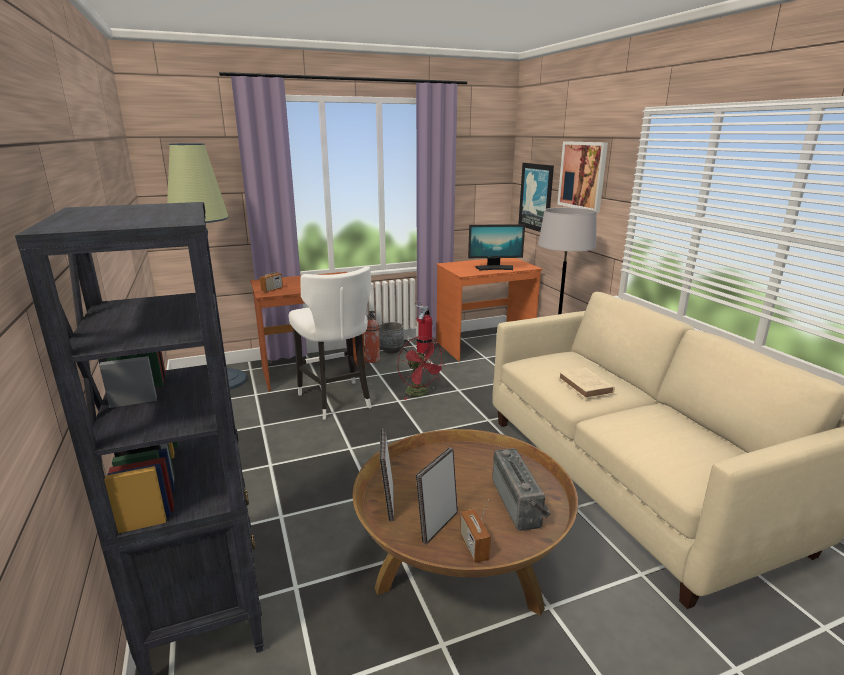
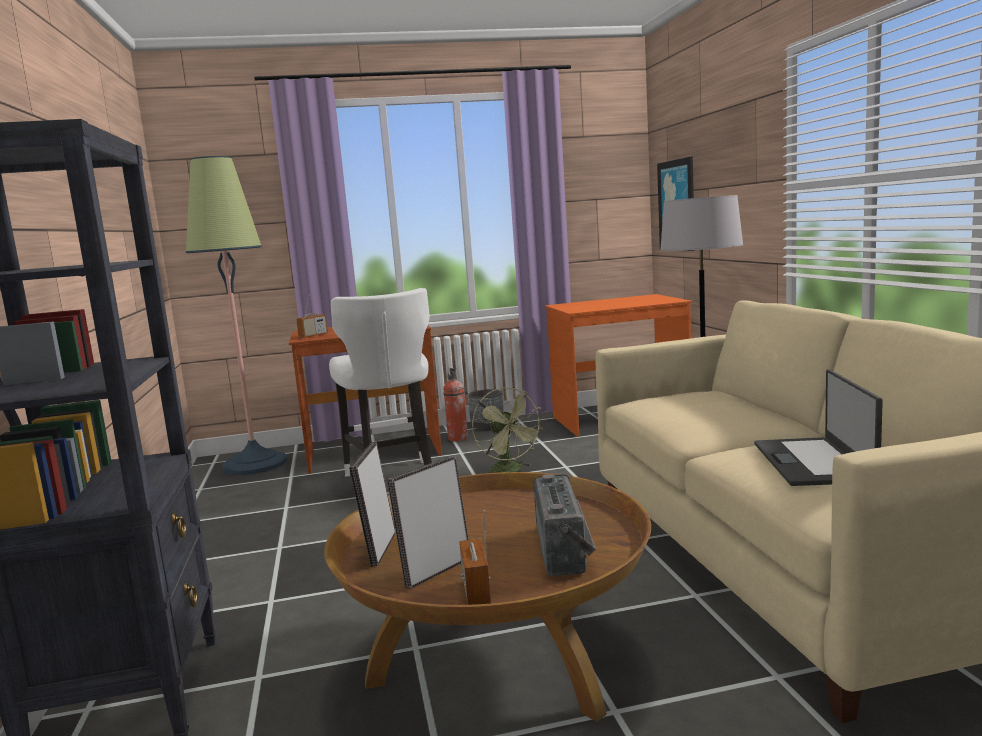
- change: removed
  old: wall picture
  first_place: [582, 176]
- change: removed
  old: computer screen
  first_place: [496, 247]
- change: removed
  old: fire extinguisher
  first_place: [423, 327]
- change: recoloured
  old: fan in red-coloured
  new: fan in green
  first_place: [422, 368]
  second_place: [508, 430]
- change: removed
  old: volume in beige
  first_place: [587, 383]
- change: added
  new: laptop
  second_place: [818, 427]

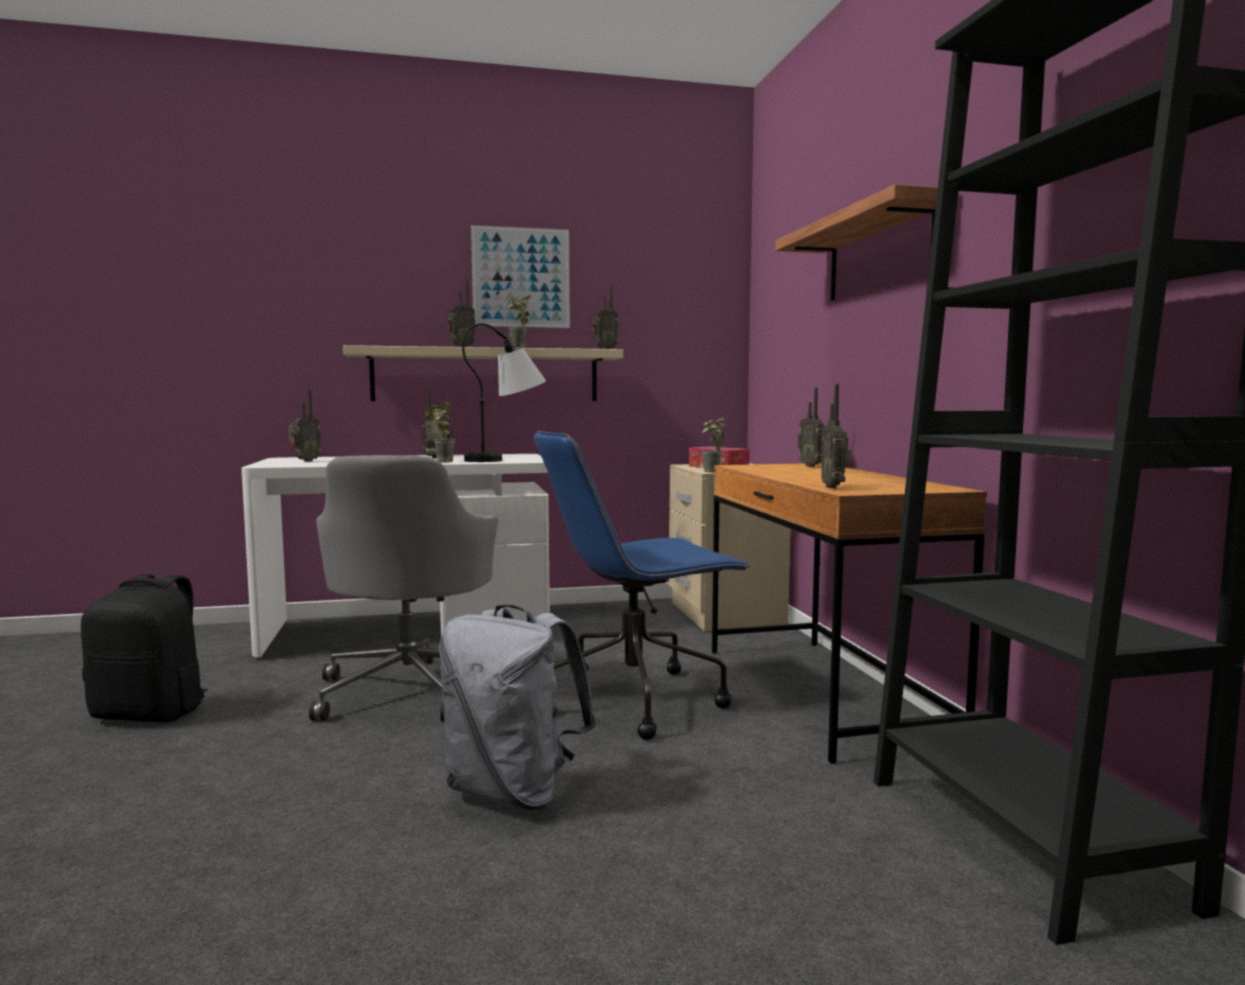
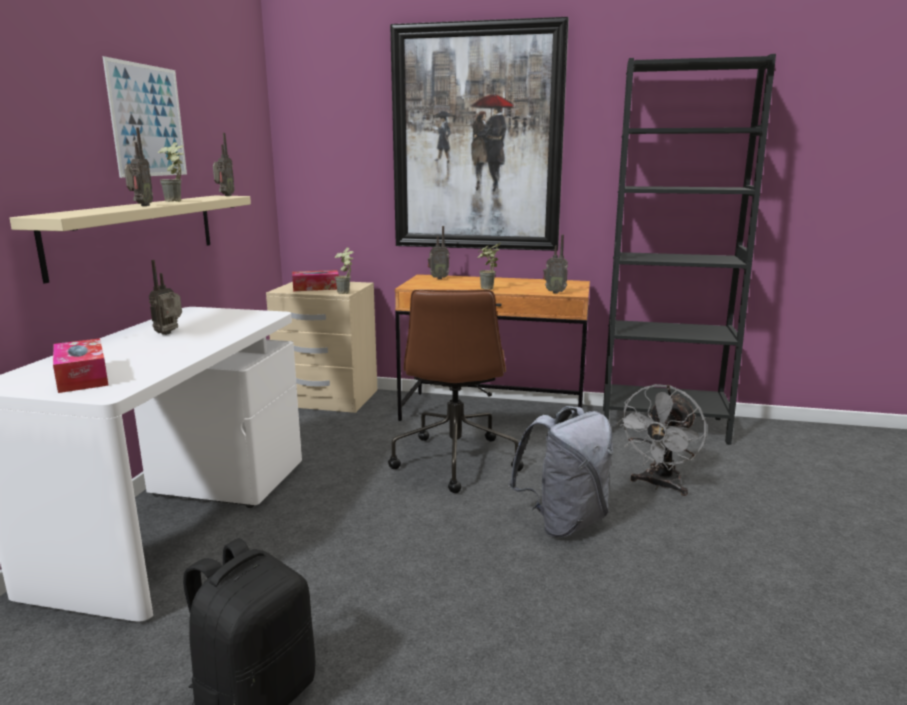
- change: replaced
  old: shelf
  new: wall picture
  first_place: [856, 242]
  second_place: [479, 134]
- change: removed
  old: table lamp
  first_place: [504, 392]
- change: replaced
  old: radio receiver
  new: box of tissues
  first_place: [305, 425]
  second_place: [81, 365]
- change: moved
  old: potted plant
  first_place: [439, 432]
  second_place: [489, 266]
- change: recoloured
  old: computer chair in blue-coloured
  new: computer chair in brown-coloured
  first_place: [642, 585]
  second_place: [456, 391]
- change: removed
  old: computer chair in grey
  first_place: [403, 588]
- change: added
  new: fan in grey
  second_place: [662, 440]

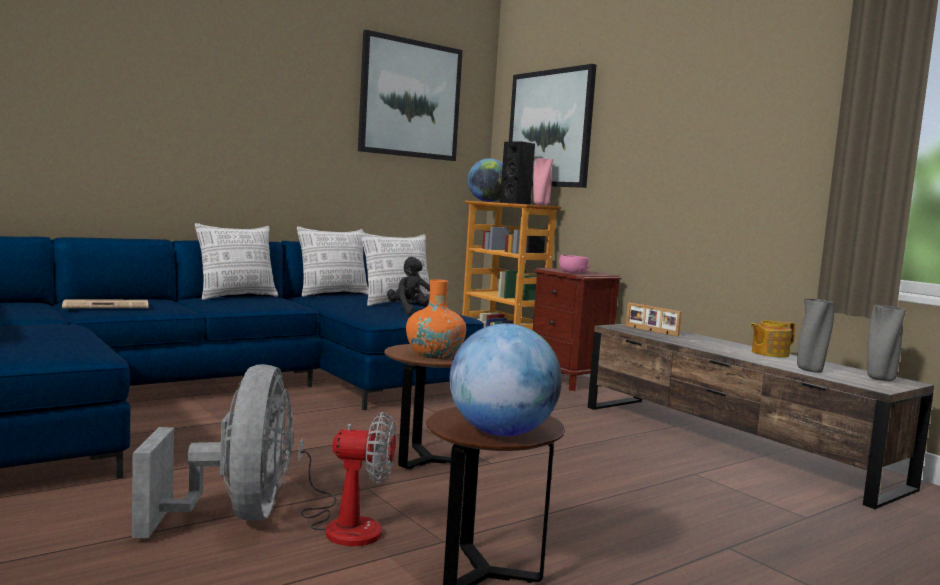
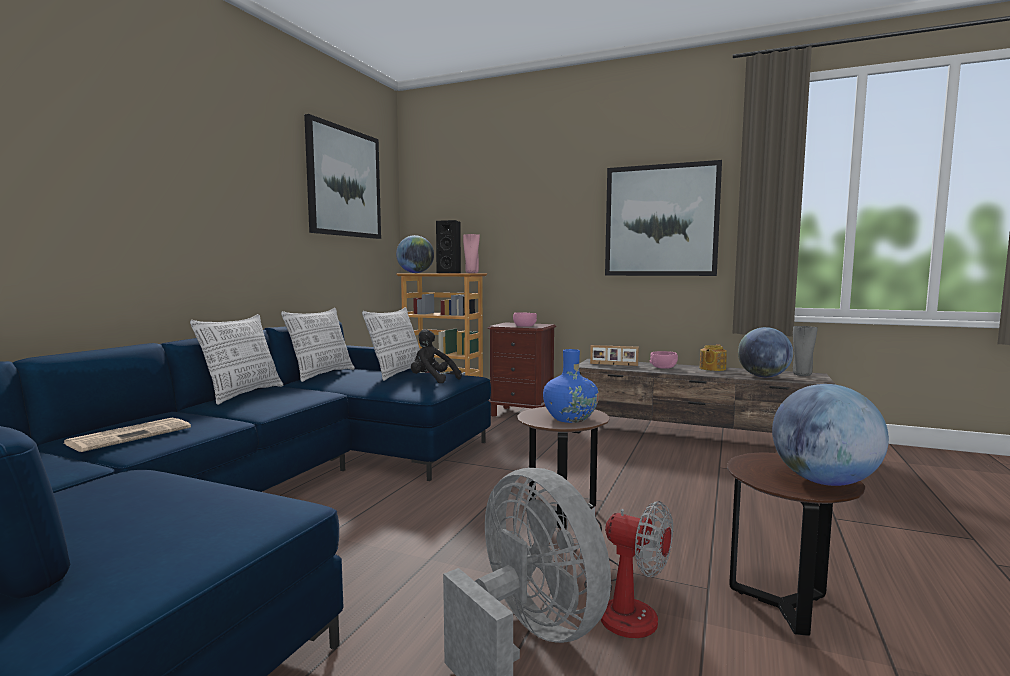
- change: moved
  old: wall picture
  first_place: [552, 126]
  second_place: [663, 218]
- change: recoloured
  old: flower vase in orange-coloured
  new: flower vase in blue-coloured
  first_place: [436, 319]
  second_place: [571, 386]
- change: replaced
  old: flower vase in grey
  new: world globe
  first_place: [815, 336]
  second_place: [765, 352]
- change: turned
  old: fan
  first_place: [347, 479]
  second_place: [628, 569]
  degrees: 60
- change: added
  new: bowl in pink
  second_place: [664, 360]

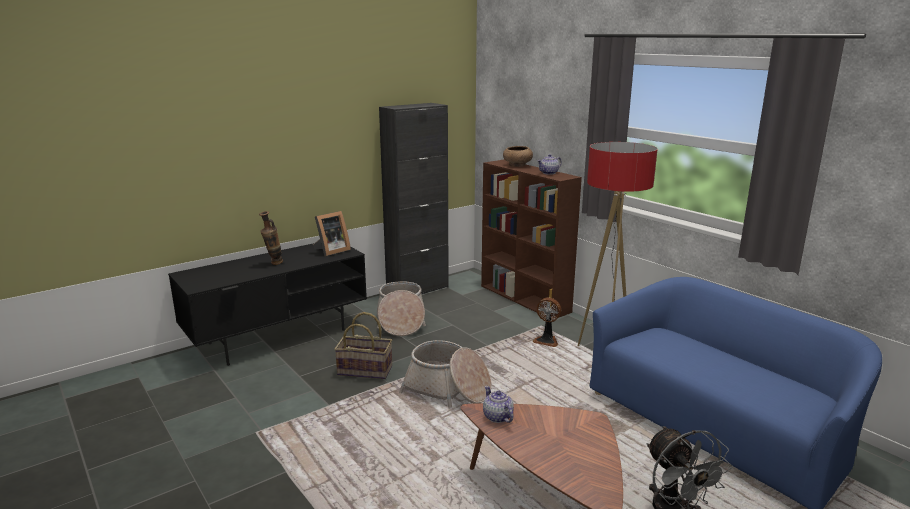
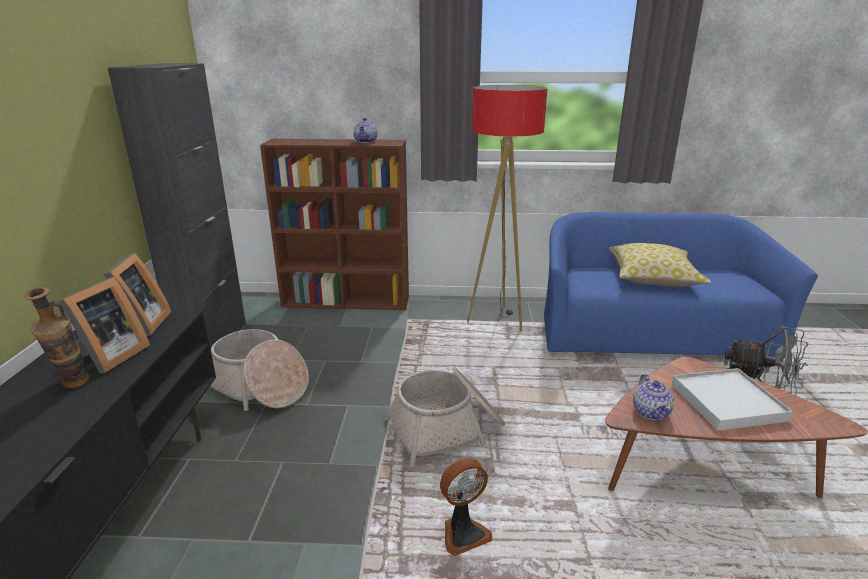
- change: removed
  old: bowl in brown-coloured
  first_place: [518, 156]
- change: moved
  old: fan
  first_place: [547, 322]
  second_place: [466, 507]
- change: removed
  old: basket
  first_place: [363, 345]
- change: turned
  old: tea pot
  first_place: [498, 404]
  second_place: [653, 397]
  degrees: -105
- change: added
  new: pillow
  second_place: [660, 265]
- change: added
  new: photo frame
  second_place: [104, 325]
- change: added
  new: carrying tray in whitish
  second_place: [732, 399]

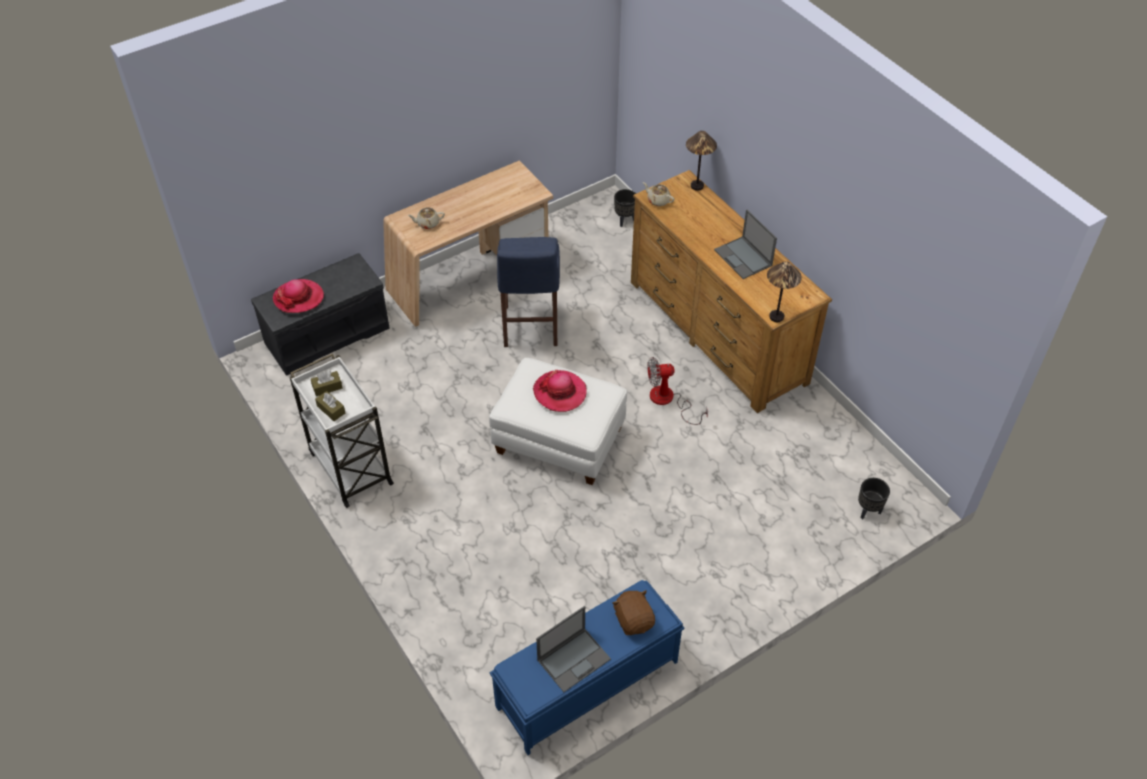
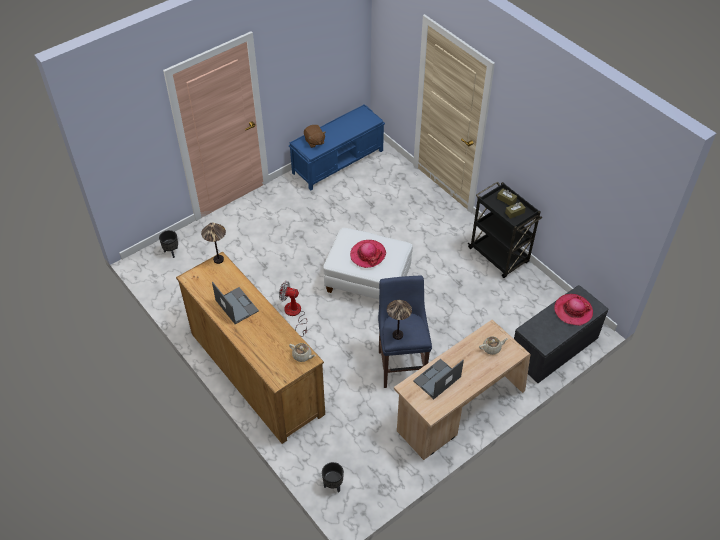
- change: moved
  old: table lamp
  first_place: [701, 161]
  second_place: [399, 320]
- change: recoloured
  old: trolley in whitish
  new: trolley in black-coloured
  first_place: [342, 430]
  second_place: [504, 230]
- change: turned
  old: fan
  first_place: [677, 391]
  second_place: [293, 309]
  degrees: -150
- change: moved
  old: laptop
  first_place: [573, 649]
  second_place: [438, 379]

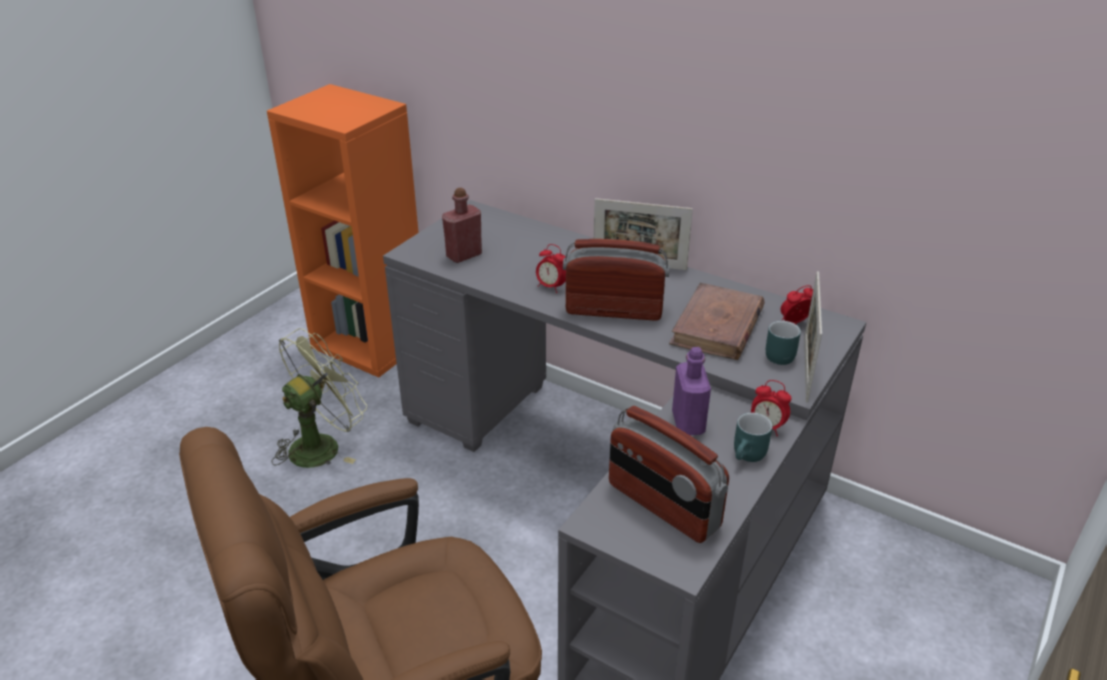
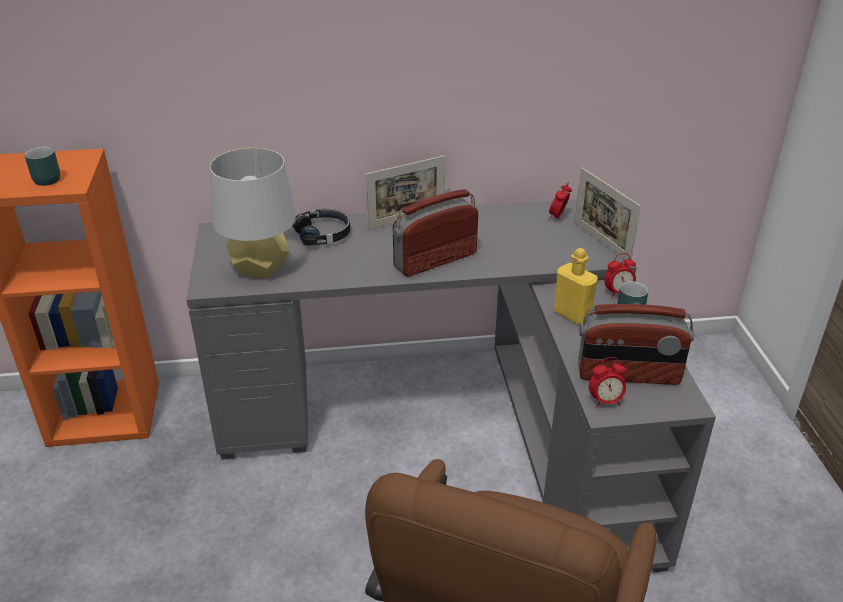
- change: replaced
  old: beverage bottle in red-coloured
  new: table lamp in grey
  first_place: [462, 225]
  second_place: [253, 213]
- change: moved
  old: alarm clock
  first_place: [551, 268]
  second_place: [607, 382]
- change: removed
  old: volume in brown-coloured
  first_place: [717, 321]
- change: moved
  old: coffee mug in blue-green
  first_place: [783, 343]
  second_place: [42, 166]
- change: removed
  old: fan in green
  first_place: [319, 398]
- change: recoloured
  old: beverage bottle in purplish
  new: beverage bottle in yellow-coloured
  first_place: [691, 391]
  second_place: [576, 286]
- change: added
  new: headphones in black-coloured
  second_place: [321, 227]

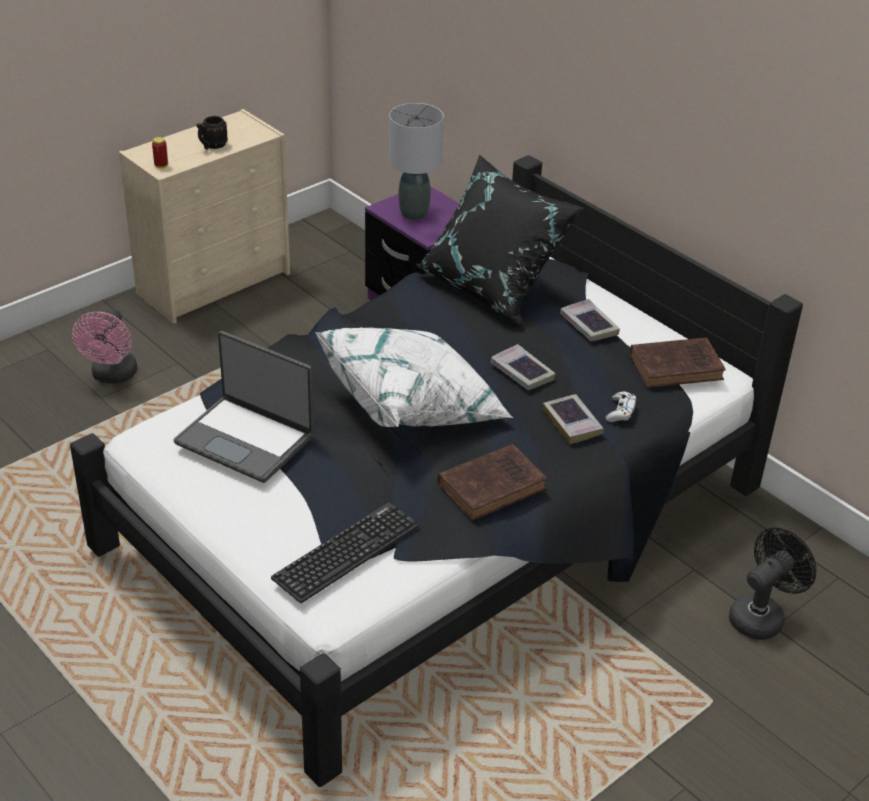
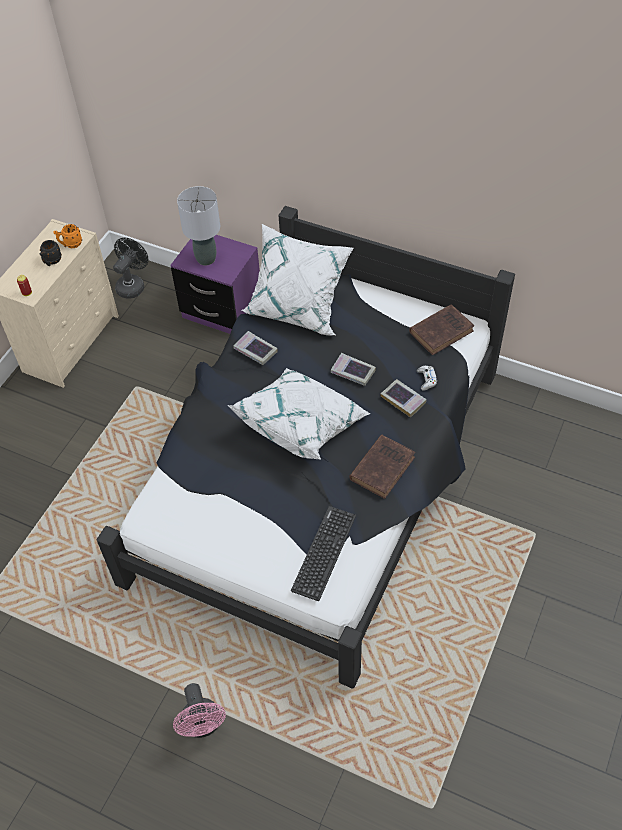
- change: recoloured
  old: pillow in black-coloured
  new: pillow in whitish
  first_place: [500, 239]
  second_place: [297, 279]
- change: moved
  old: volume
  first_place: [590, 320]
  second_place: [255, 348]
- change: moved
  old: fan in pink
  first_place: [104, 346]
  second_place: [199, 710]
- change: removed
  old: laptop
  first_place: [244, 407]
- change: moved
  old: fan in black-coloured
  first_place: [772, 583]
  second_place: [130, 268]
- change: added
  new: coffee mug in orange-coloured
  second_place: [68, 236]

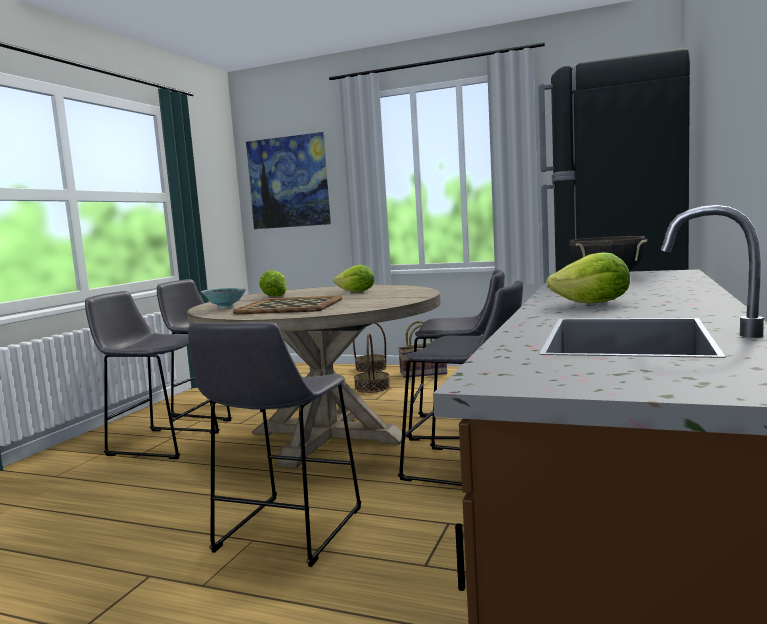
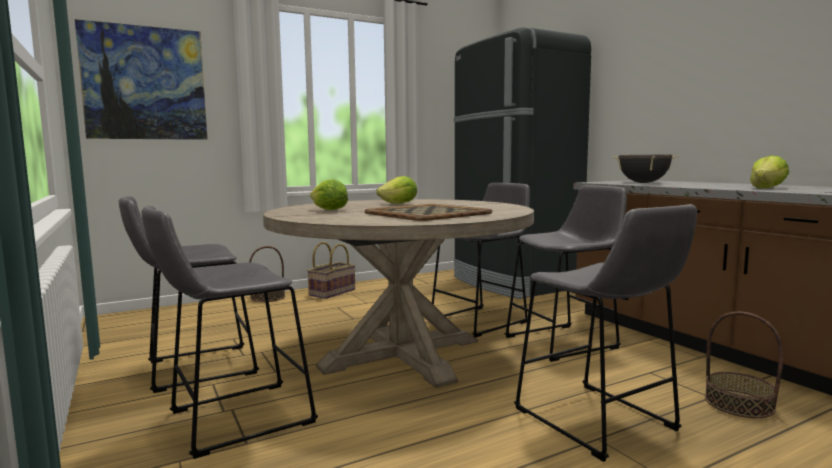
- change: removed
  old: bowl
  first_place: [223, 298]
- change: moved
  old: basket
  first_place: [372, 363]
  second_place: [744, 365]

